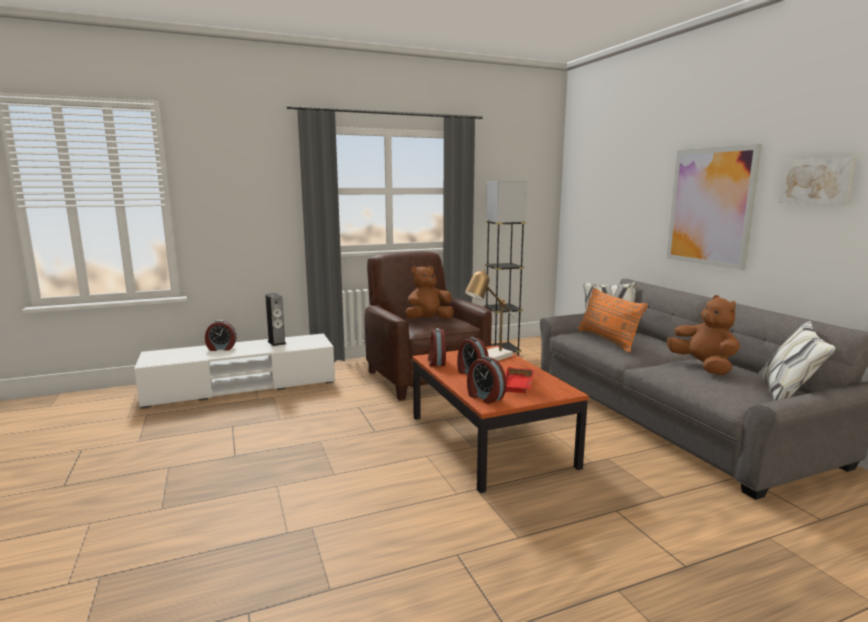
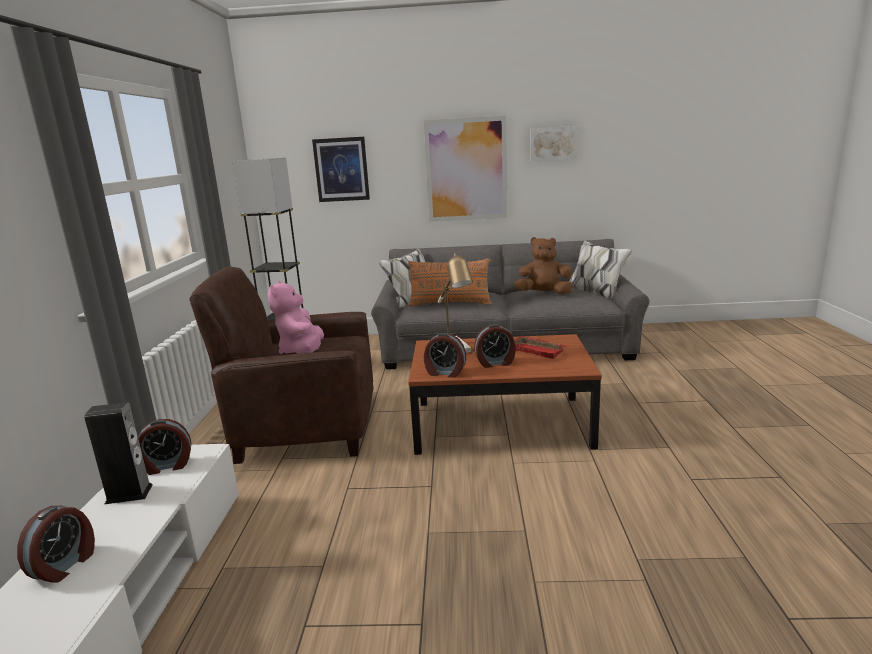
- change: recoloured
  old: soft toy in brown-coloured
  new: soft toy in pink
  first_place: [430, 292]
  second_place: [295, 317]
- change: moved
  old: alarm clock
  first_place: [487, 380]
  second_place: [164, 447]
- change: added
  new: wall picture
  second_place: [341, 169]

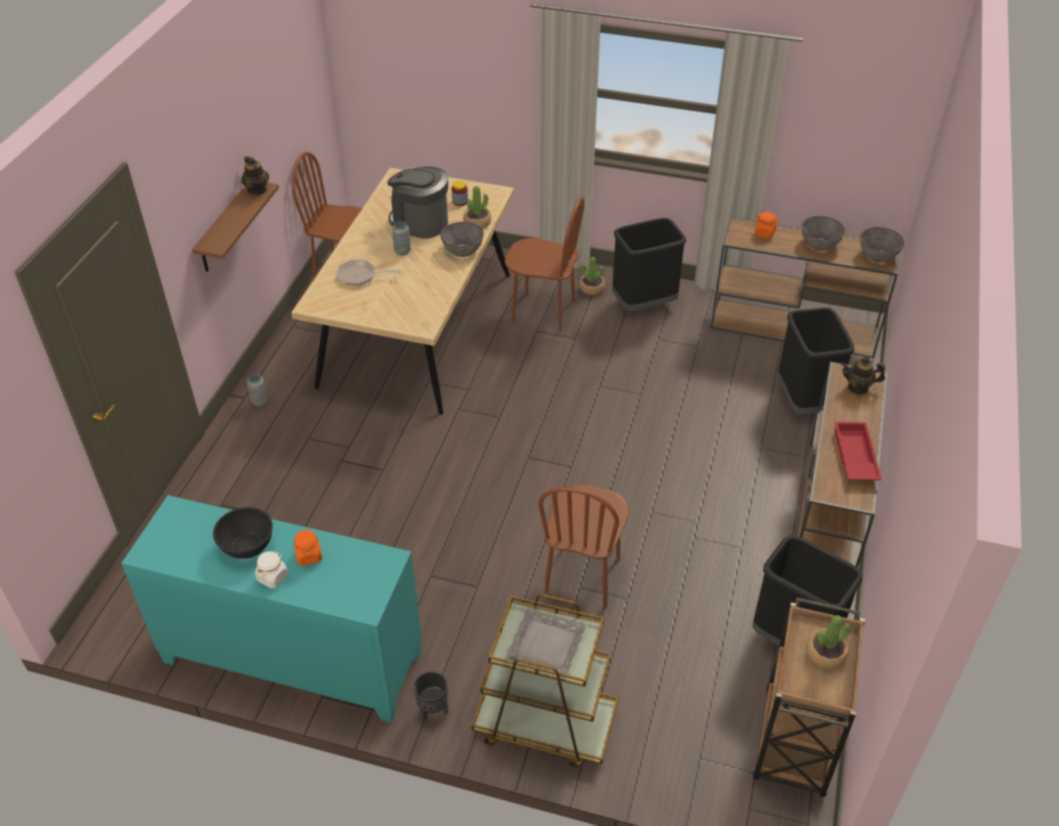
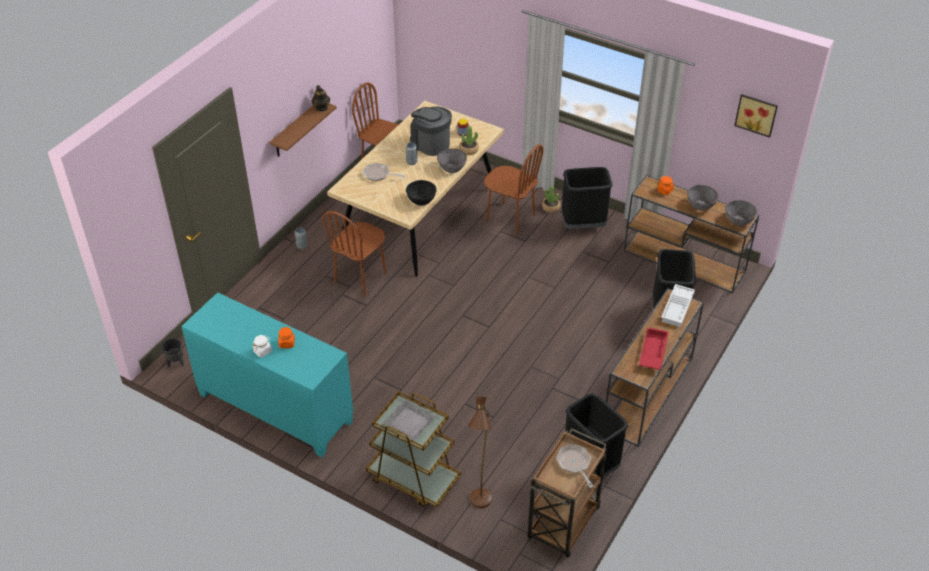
- change: replaced
  old: tea pot
  new: carrying tray in whitish
  first_place: [863, 375]
  second_place: [678, 305]
- change: moved
  old: upright chair in brown-coloured
  first_place: [583, 546]
  second_place: [354, 253]
- change: moved
  old: bowl in black-coloured
  first_place: [243, 533]
  second_place: [421, 193]
- change: replaced
  old: potted plant
  new: skillet
  first_place: [829, 642]
  second_place: [575, 466]
- change: moved
  old: flower pot in black-coloured
  first_place: [431, 696]
  second_place: [173, 352]
- change: added
  new: wall picture
  second_place: [756, 116]
- change: added
  new: floor lamp in brown-coloured
  second_place: [480, 452]

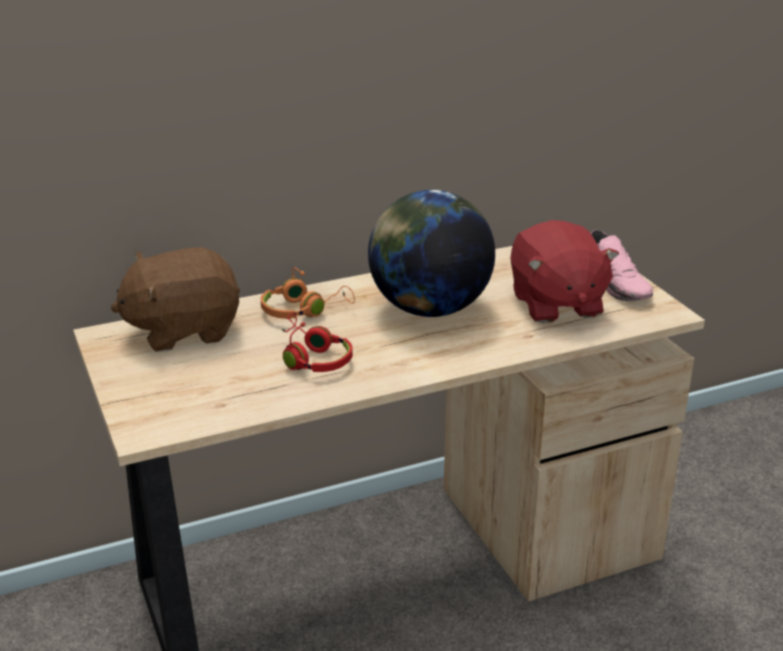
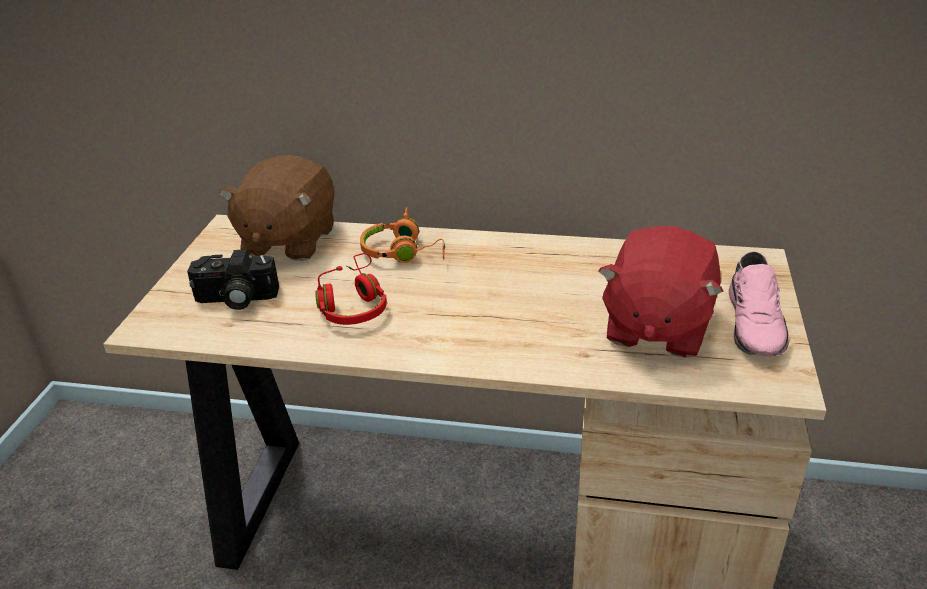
- change: removed
  old: world globe
  first_place: [431, 253]
- change: turned
  old: soft toy in brown-coloured
  first_place: [175, 299]
  second_place: [277, 208]
  degrees: -90
- change: added
  new: photo camera
  second_place: [233, 279]

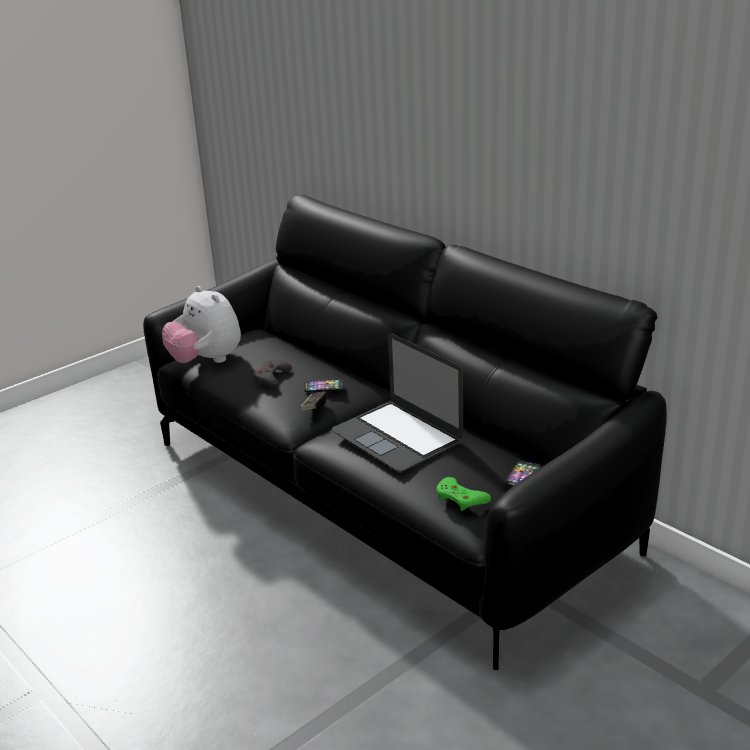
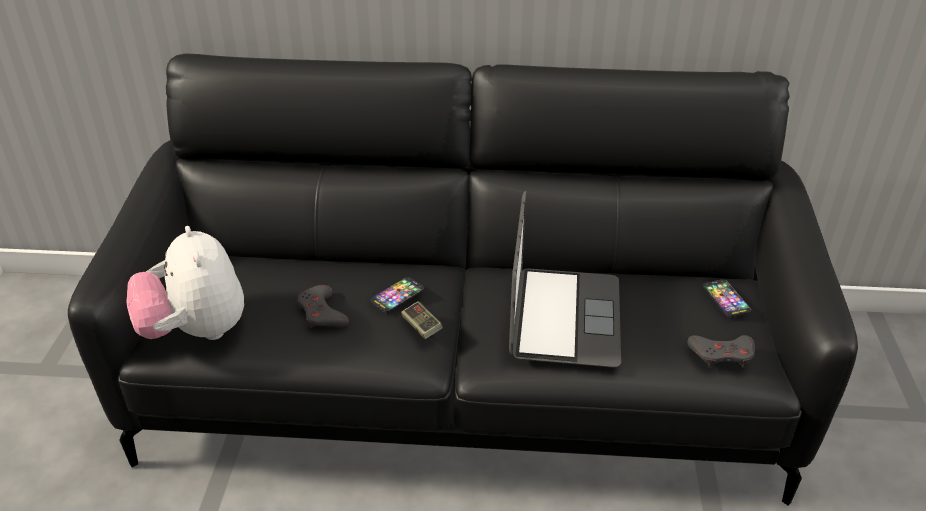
- change: turned
  old: soft toy
  first_place: [201, 324]
  second_place: [185, 283]
  degrees: 60
- change: turned
  old: laptop
  first_place: [397, 402]
  second_place: [565, 279]
  degrees: -90
- change: recoloured
  old: joypad in green
  new: joypad in grey
  first_place: [463, 494]
  second_place: [721, 351]

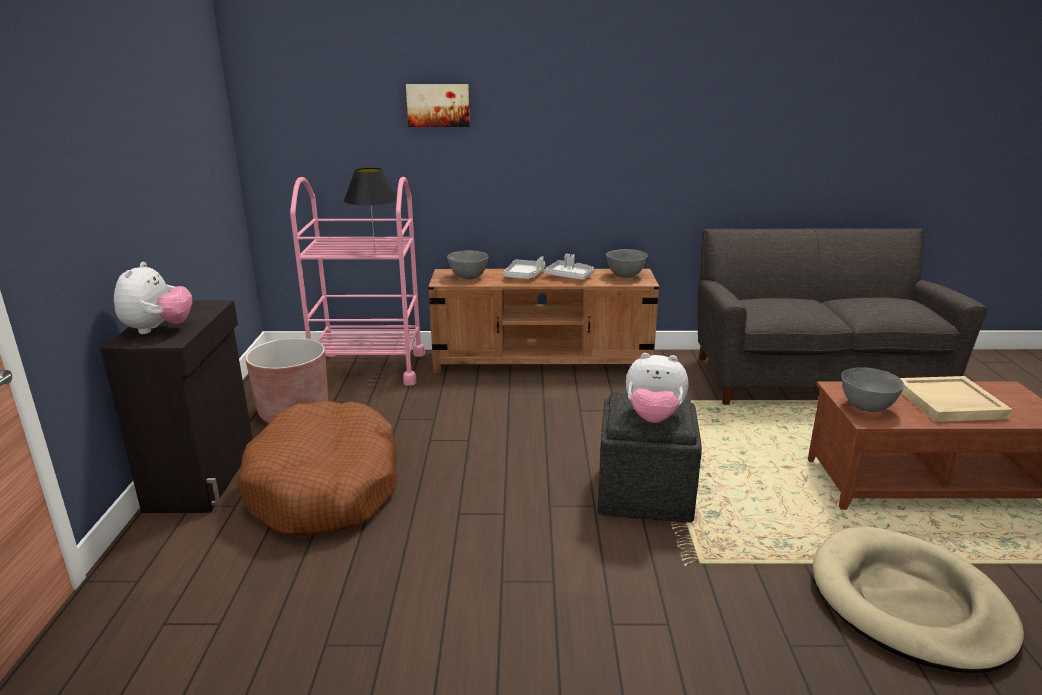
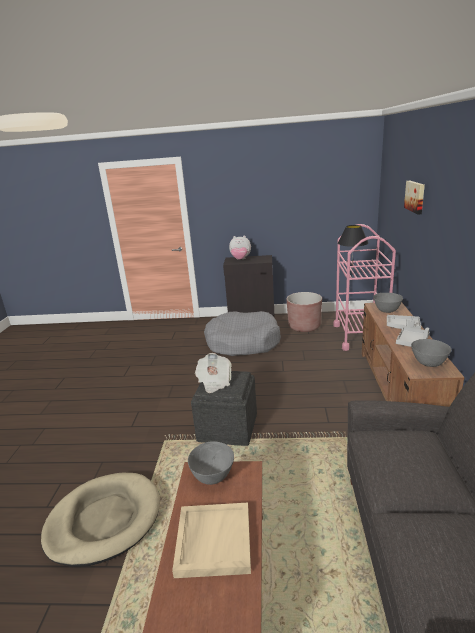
- change: replaced
  old: soft toy
  new: printed paper
  first_place: [657, 388]
  second_place: [213, 373]
- change: recoloured
  old: pet bed in brown-coloured
  new: pet bed in grey
  first_place: [317, 468]
  second_place: [242, 333]

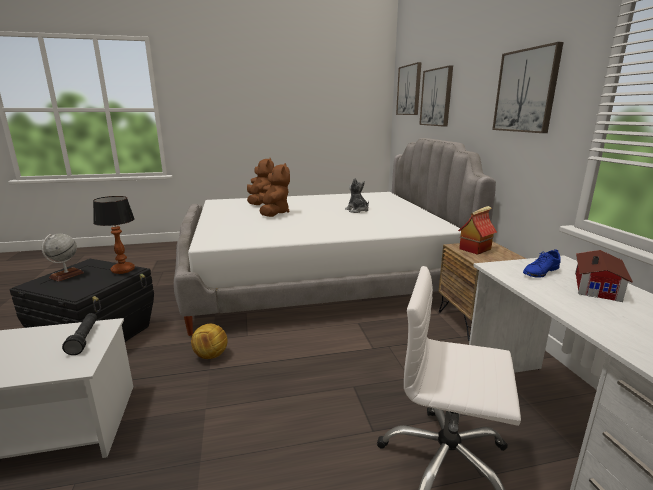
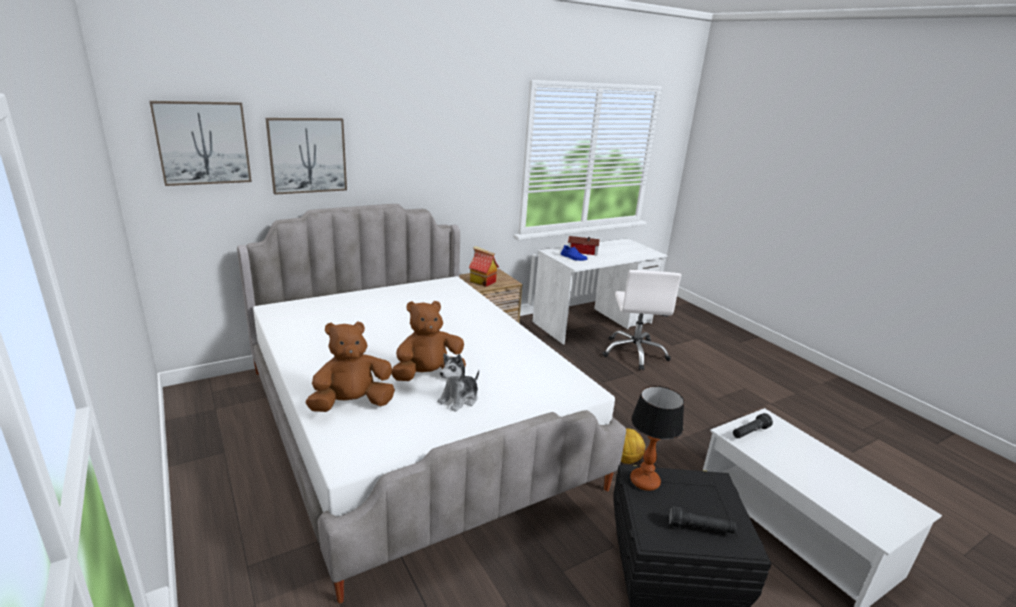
- change: removed
  old: wall picture
  first_place: [528, 87]
- change: moved
  old: soft toy
  first_place: [357, 195]
  second_place: [458, 382]
- change: replaced
  old: world globe
  new: hand torch in black-coloured
  first_place: [63, 257]
  second_place: [702, 520]

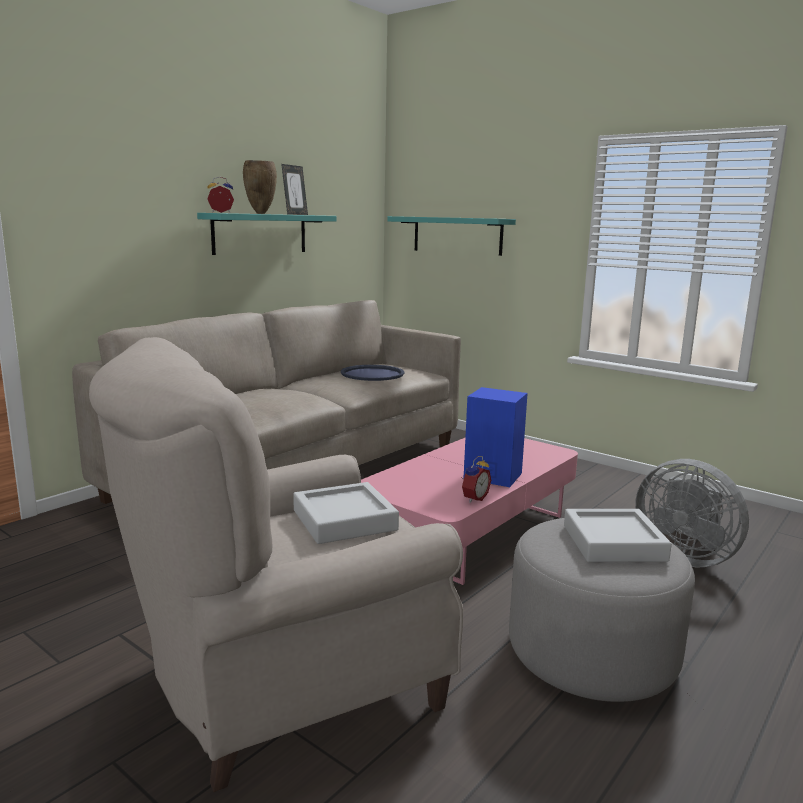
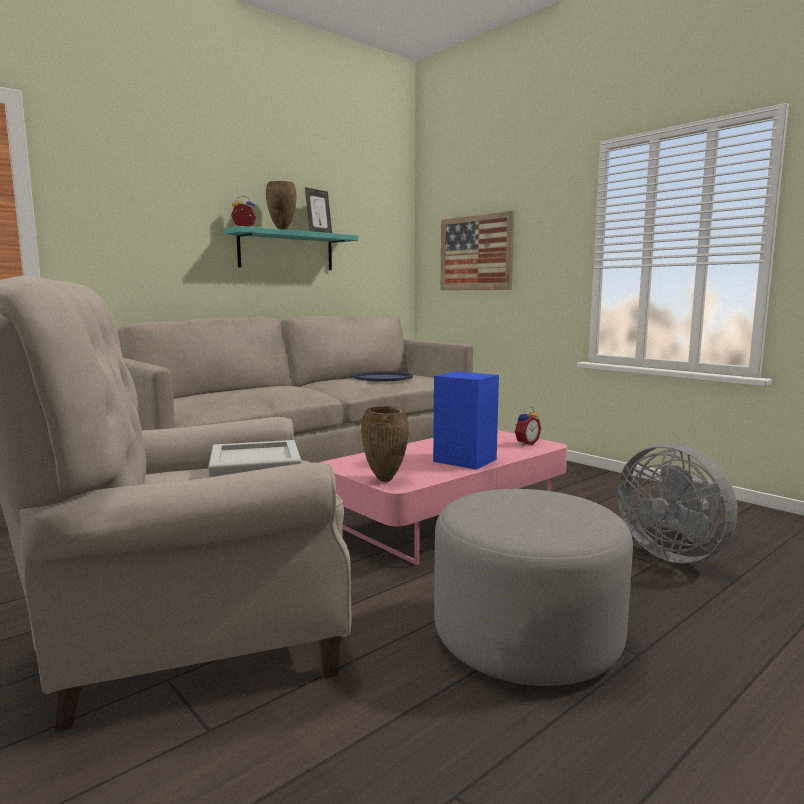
- change: replaced
  old: shelf in blue-green
  new: wall picture
  first_place: [451, 236]
  second_place: [477, 250]
- change: moved
  old: alarm clock
  first_place: [476, 479]
  second_place: [527, 426]
- change: removed
  old: carrying tray in grey
  first_place: [618, 535]
- change: added
  new: flower vase in brown-coloured
  second_place: [385, 444]

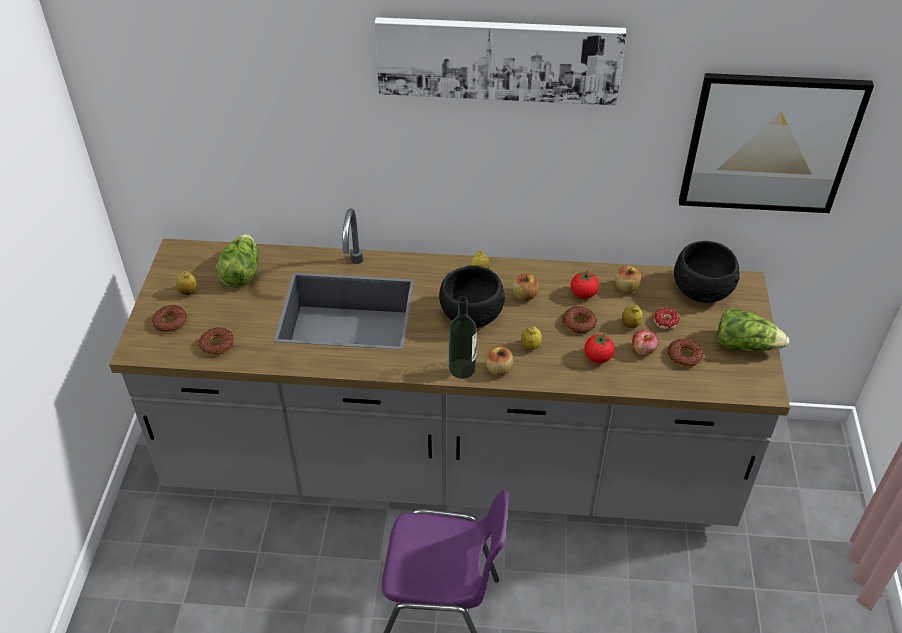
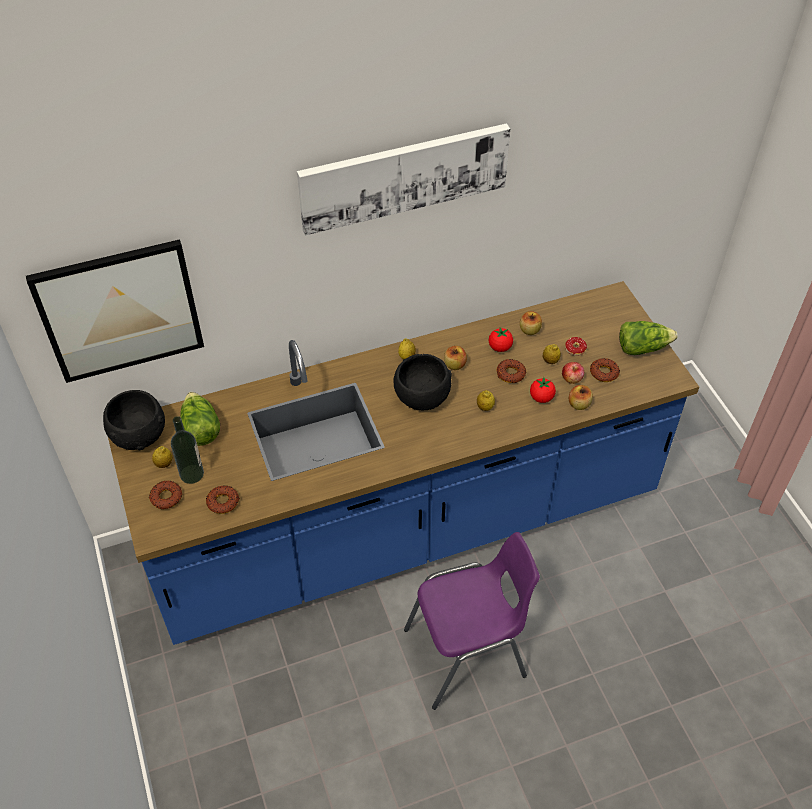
- change: moved
  old: wall picture
  first_place: [776, 143]
  second_place: [115, 311]
- change: recoloured
  old: counter in grey
  new: counter in blue-coloured
  first_place: [449, 367]
  second_place: [403, 463]
- change: moved
  old: bowl in black-coloured
  first_place: [707, 272]
  second_place: [134, 420]
- change: moved
  old: beverage bottle
  first_place: [463, 337]
  second_place: [187, 450]
- change: moved
  old: apple fruit
  first_place: [499, 361]
  second_place: [581, 397]

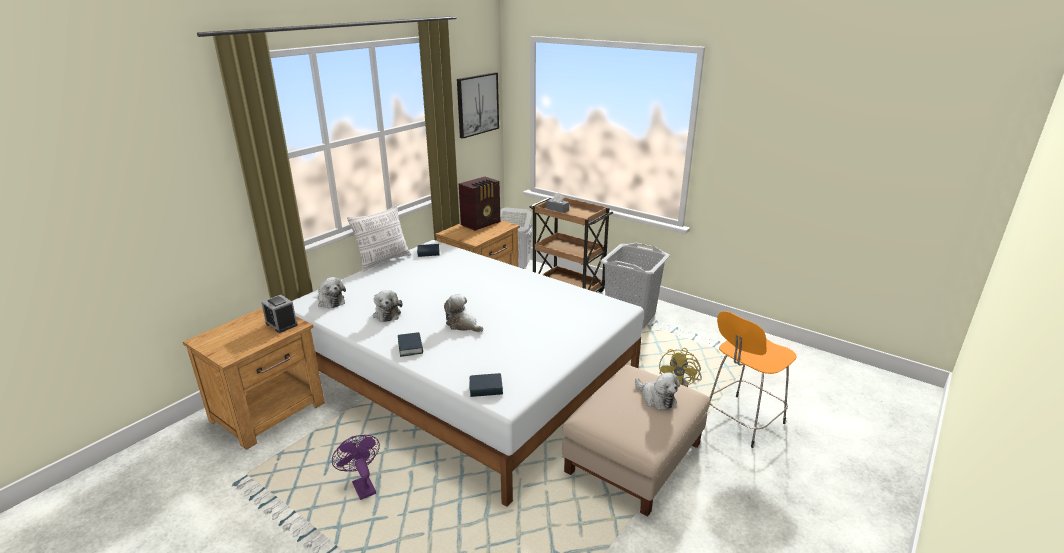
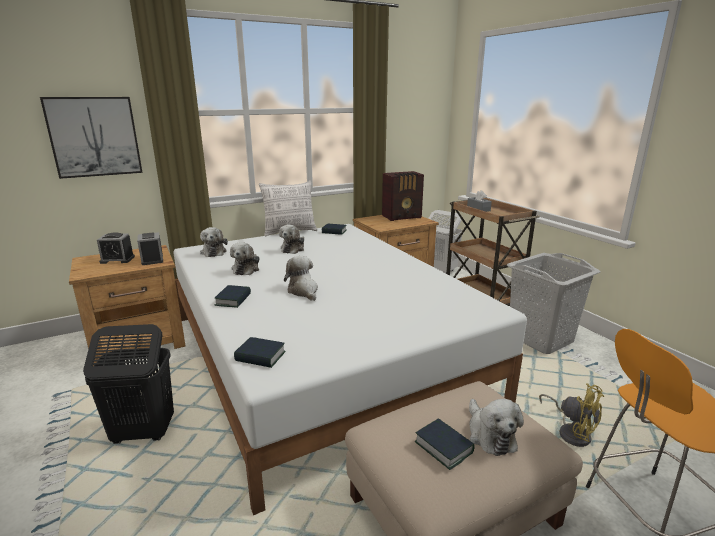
- change: moved
  old: wall picture
  first_place: [478, 105]
  second_place: [91, 138]
- change: turned
  old: fan in yellow-coloured
  first_place: [680, 367]
  second_place: [571, 415]
  degrees: -90
- change: replaced
  old: fan in purplish
  new: washing basket in black-coloured
  first_place: [356, 467]
  second_place: [128, 384]
- change: added
  new: soft toy
  second_place: [291, 239]
- change: added
  new: alarm clock
  second_place: [116, 248]
- change: added
  new: volume
  second_place: [445, 444]

